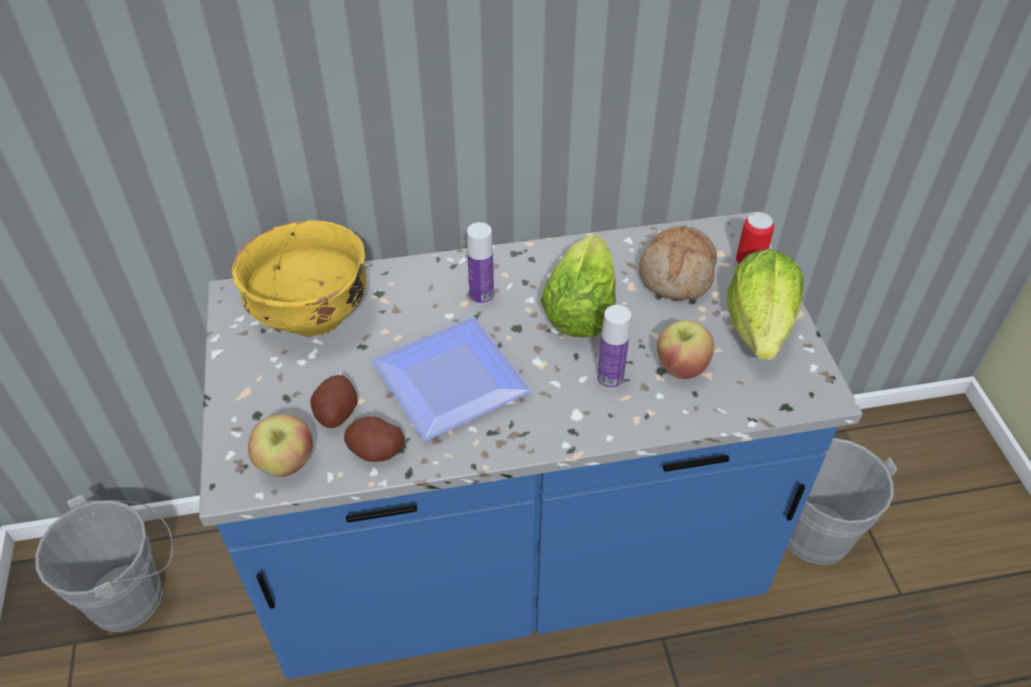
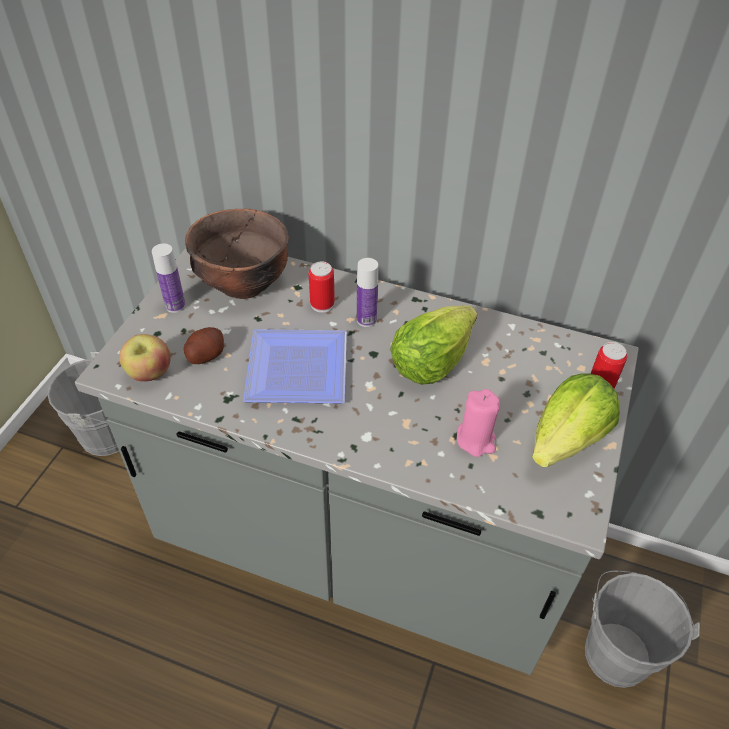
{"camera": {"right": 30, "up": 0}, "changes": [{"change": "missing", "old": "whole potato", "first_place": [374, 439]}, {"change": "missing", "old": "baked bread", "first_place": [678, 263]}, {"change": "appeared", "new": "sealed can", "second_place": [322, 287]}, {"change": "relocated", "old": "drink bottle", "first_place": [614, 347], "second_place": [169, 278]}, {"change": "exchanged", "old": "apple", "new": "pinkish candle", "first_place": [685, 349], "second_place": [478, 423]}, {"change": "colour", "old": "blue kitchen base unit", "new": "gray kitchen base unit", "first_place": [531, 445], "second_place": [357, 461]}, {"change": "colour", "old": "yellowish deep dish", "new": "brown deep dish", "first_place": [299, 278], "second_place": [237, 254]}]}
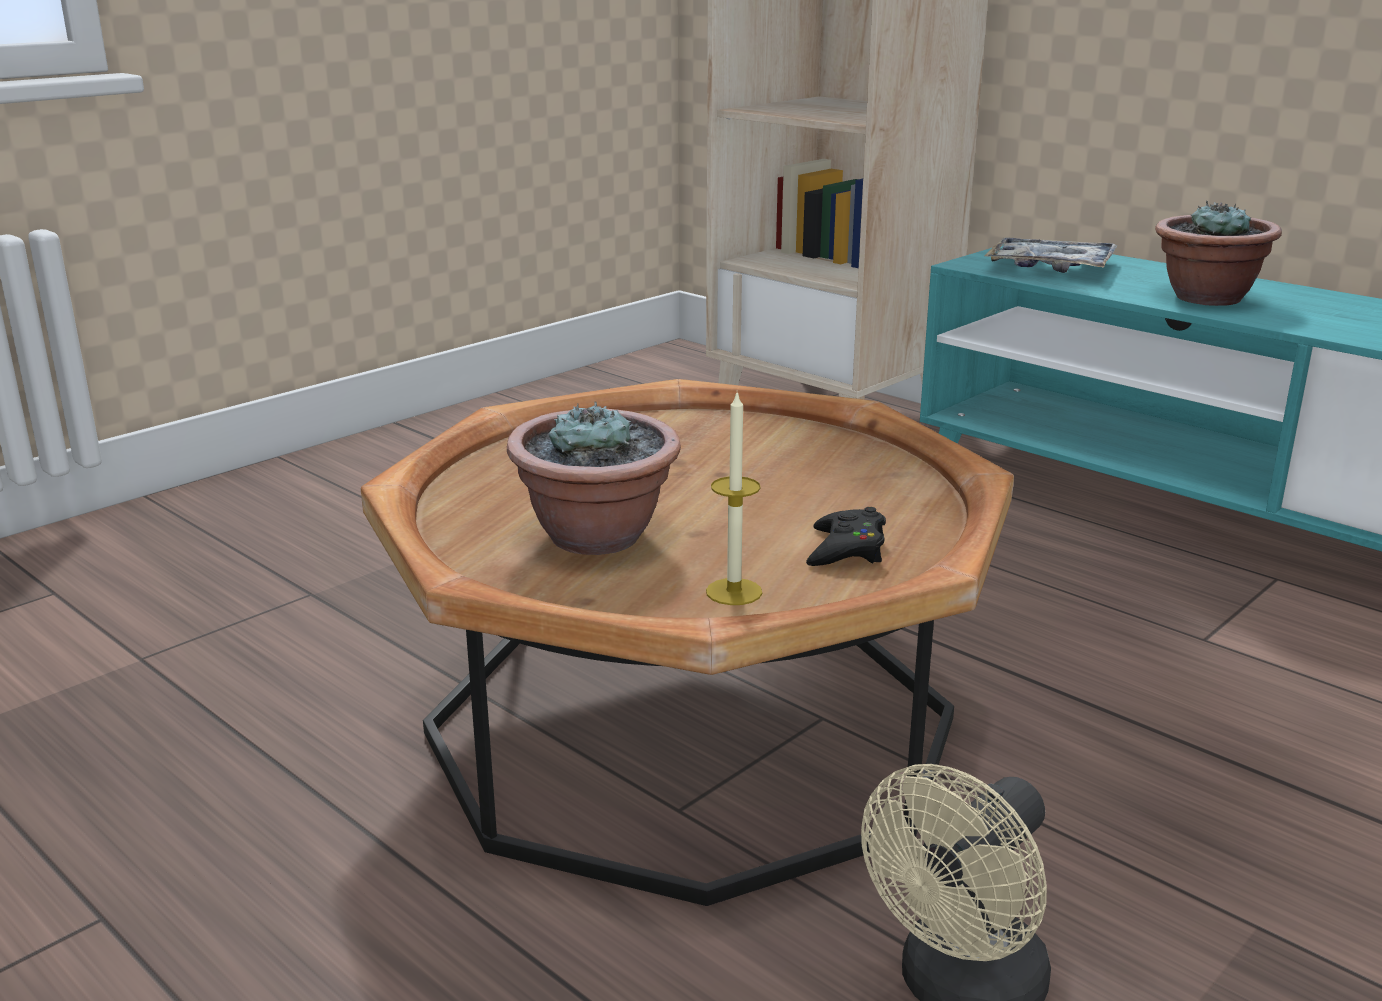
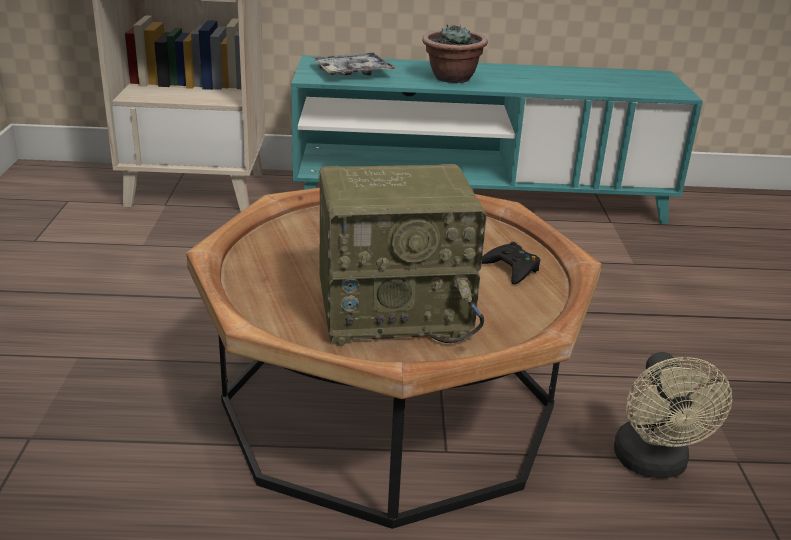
{"camera": {"right": -45, "up": 5}, "changes": [{"change": "missing", "old": "candle", "first_place": [734, 499]}, {"change": "exchanged", "old": "plant in a pot", "new": "radio", "first_place": [594, 478], "second_place": [403, 255]}]}
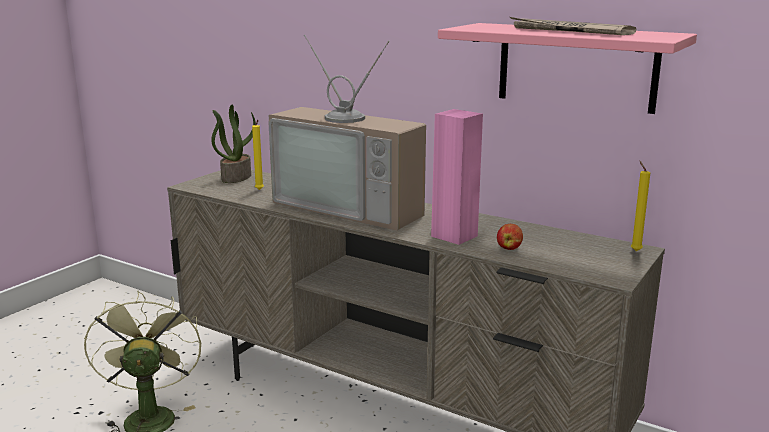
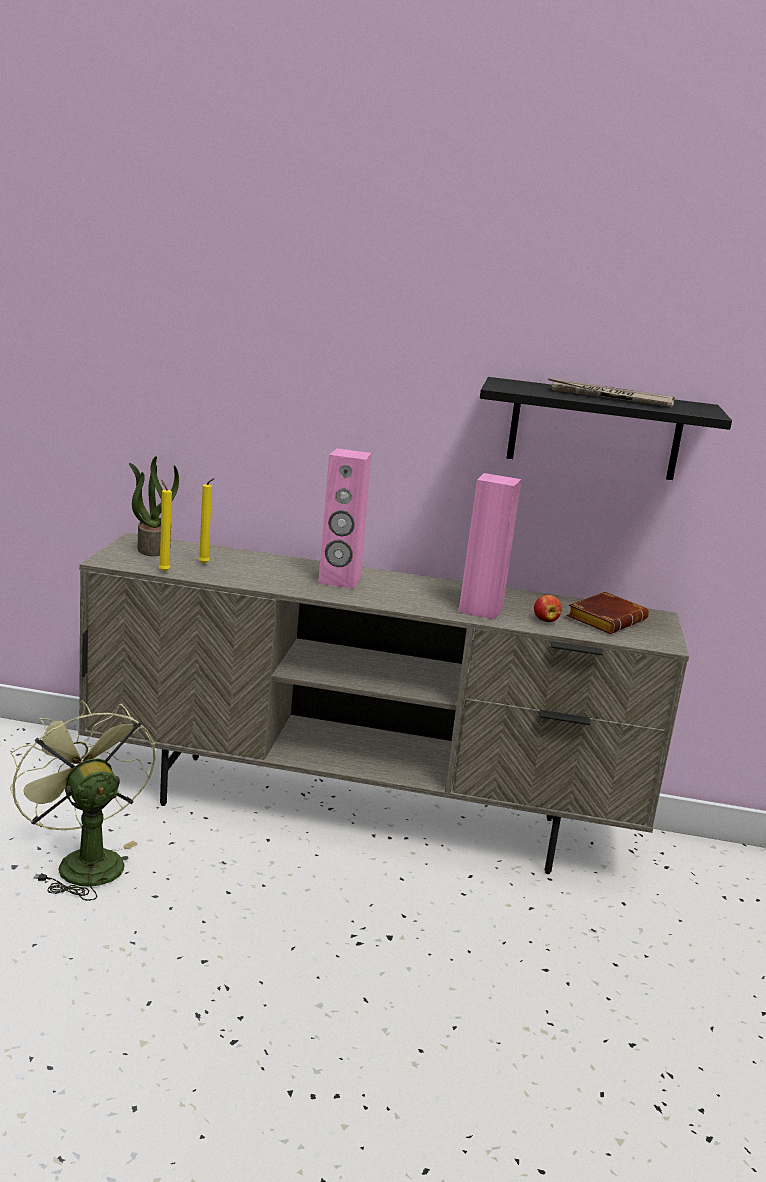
{"camera": {"right": -25, "up": 0}, "changes": [{"change": "appeared", "new": "brown bound book", "second_place": [607, 613]}, {"change": "relocated", "old": "yellowish candle", "first_place": [640, 206], "second_place": [165, 525]}, {"change": "exchanged", "old": "television", "new": "pinkish audio speaker", "first_place": [347, 132], "second_place": [344, 518]}, {"change": "colour", "old": "pinkish bracket shelf", "new": "black-coloured bracket shelf", "first_place": [567, 68], "second_place": [606, 428]}]}
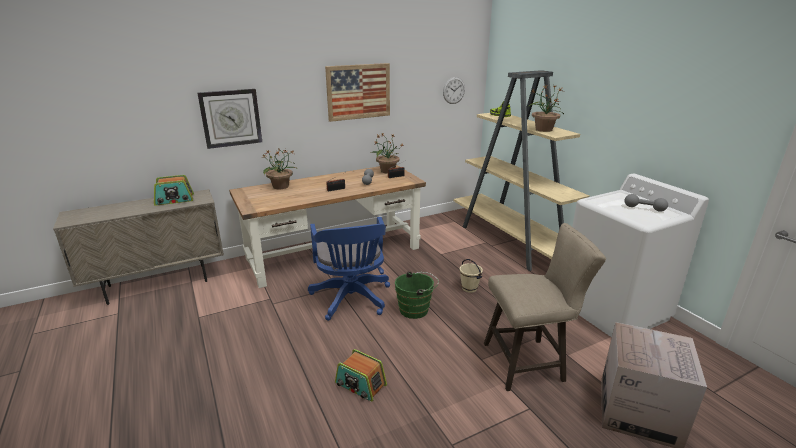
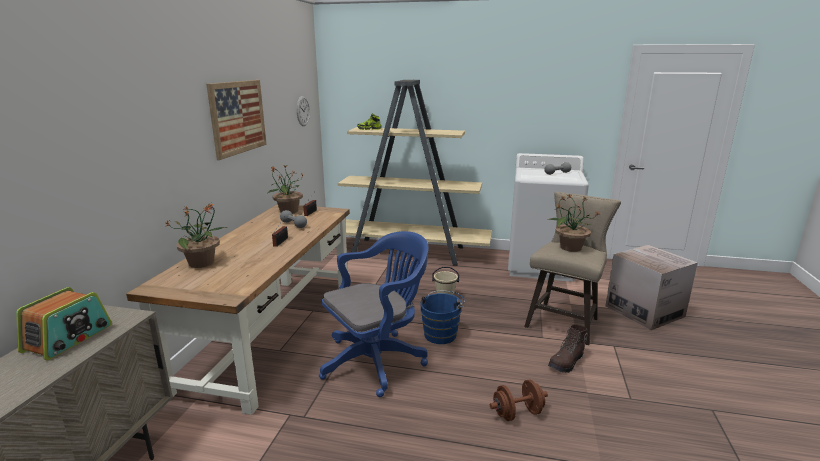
{"camera": {"right": -50, "up": -5}, "changes": [{"change": "missing", "old": "hanging clock", "first_place": [229, 119]}, {"change": "appeared", "new": "brown boot", "second_place": [568, 349]}, {"change": "relocated", "old": "plant in a pot", "first_place": [545, 108], "second_place": [574, 223]}, {"change": "exchanged", "old": "radio", "new": "brown dumbbell", "first_place": [361, 375], "second_place": [519, 400]}, {"change": "colour", "old": "greenish pail", "new": "blue pail", "first_place": [417, 295], "second_place": [442, 317]}, {"change": "spun", "old": "blue computer chair", "first_place": [349, 269], "second_place": [374, 314], "degrees": -60}]}
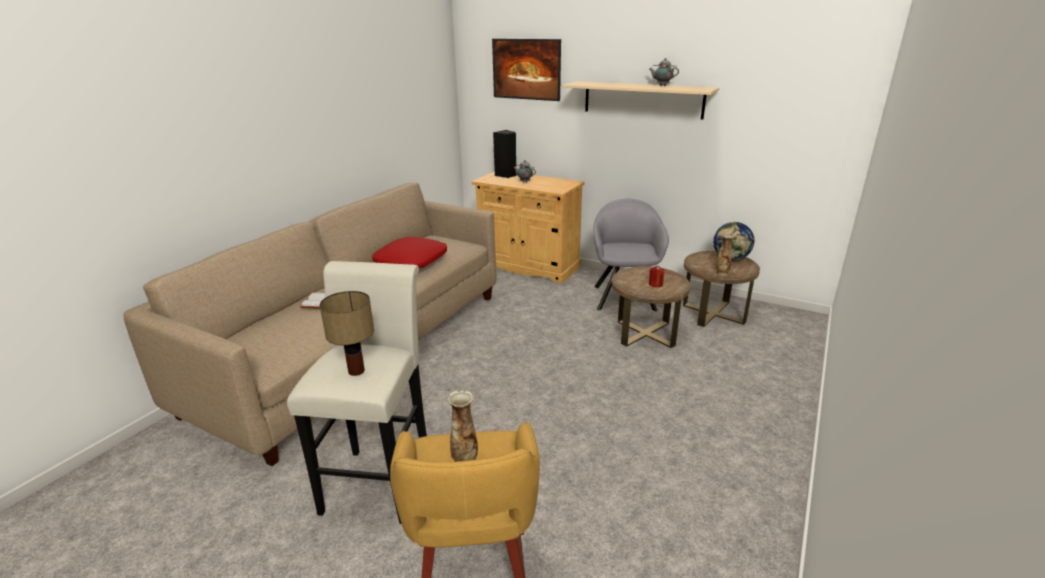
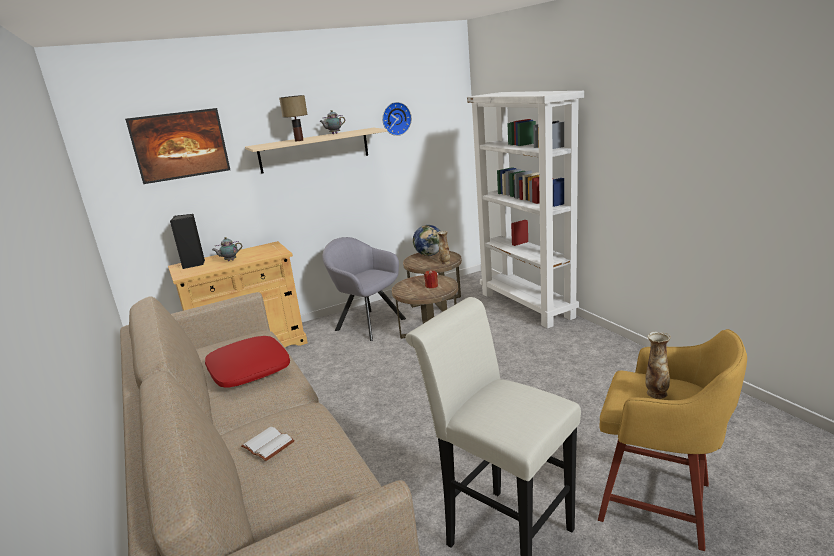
{"camera": {"right": -55, "up": -5}, "changes": [{"change": "appeared", "new": "hanging clock", "second_place": [397, 119]}, {"change": "appeared", "new": "white-coloured bookcase", "second_place": [525, 209]}, {"change": "relocated", "old": "lamp for a table", "first_place": [347, 333], "second_place": [293, 118]}]}
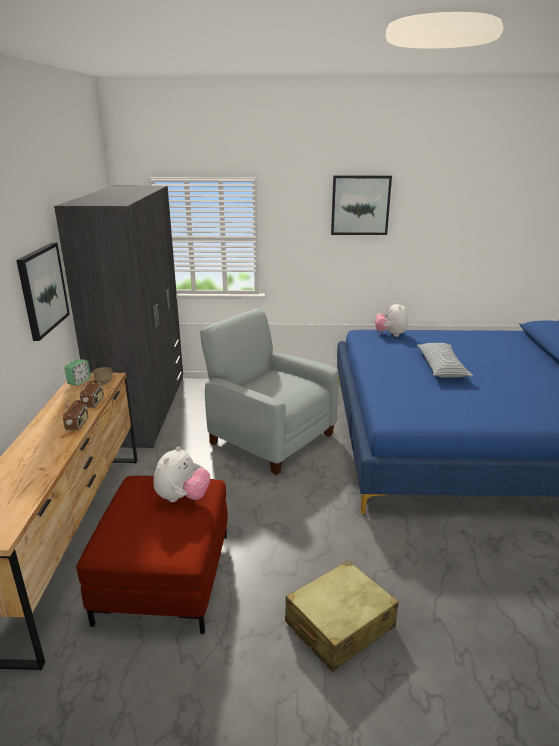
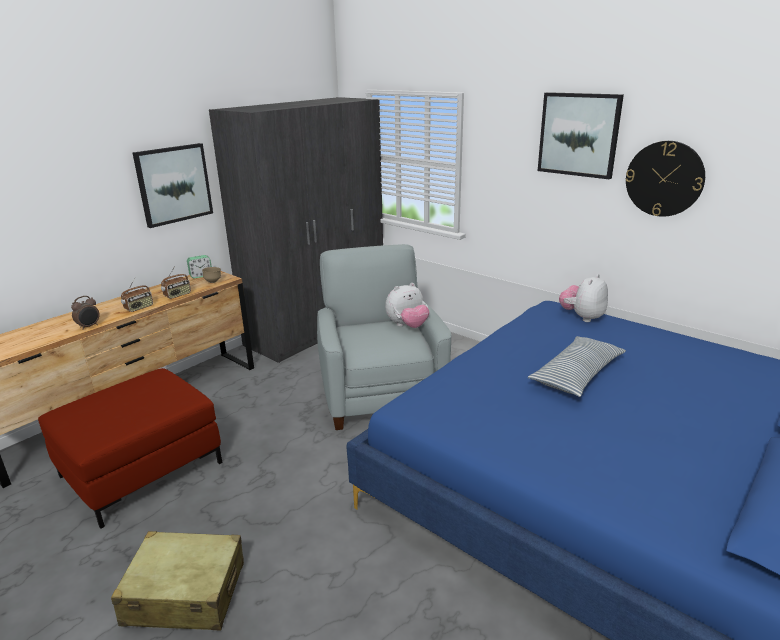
{"camera": {"right": 40, "up": 0}, "changes": [{"change": "appeared", "new": "alarm clock", "second_place": [85, 313]}, {"change": "appeared", "new": "hanging clock", "second_place": [665, 179]}, {"change": "relocated", "old": "cuddly toy", "first_place": [181, 474], "second_place": [407, 305]}]}
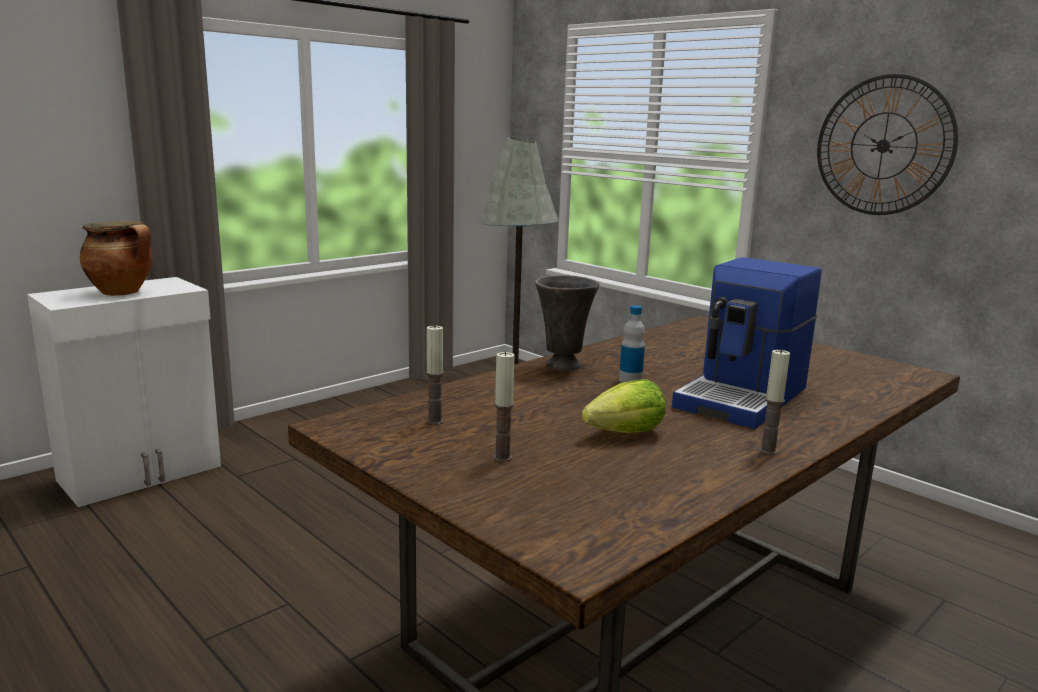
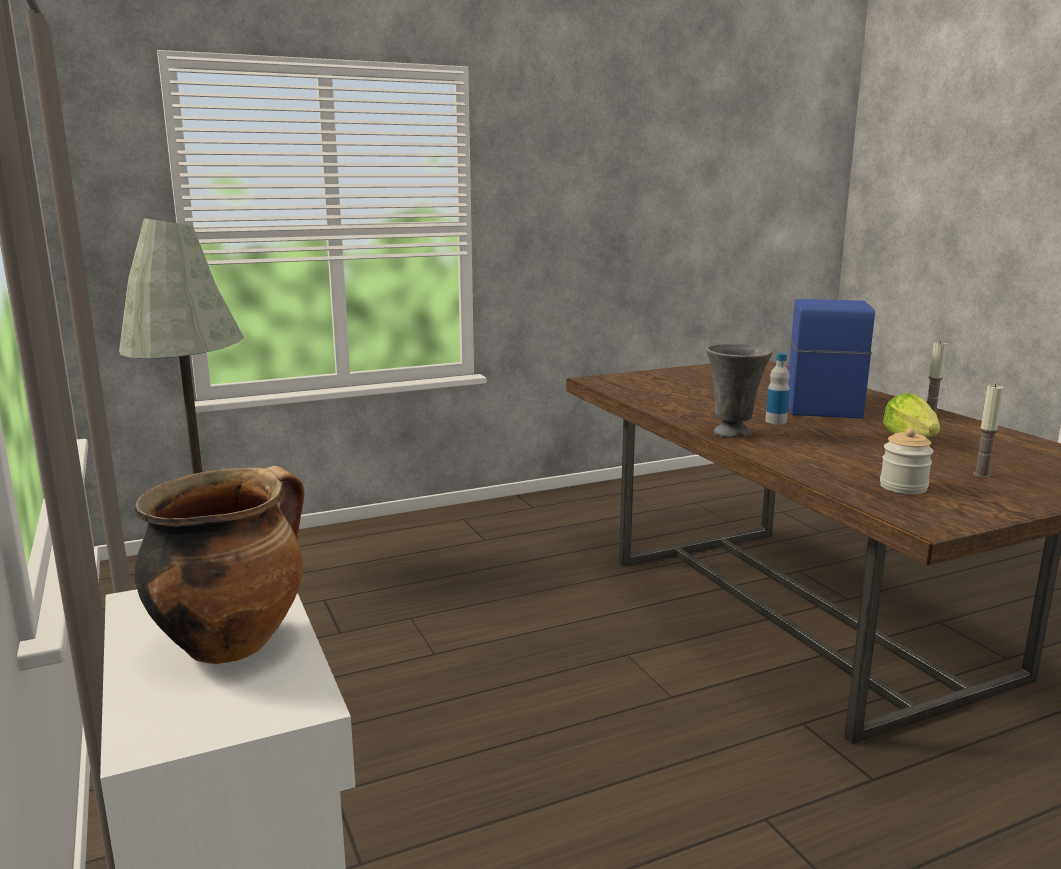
{"camera": {"right": -70, "up": 0}, "changes": [{"change": "missing", "old": "hanging clock", "first_place": [887, 144]}, {"change": "exchanged", "old": "candle", "new": "storage jar", "first_place": [435, 375], "second_place": [906, 461]}, {"change": "spun", "old": "coffee machine", "first_place": [747, 343], "second_place": [831, 359], "degrees": -135}]}
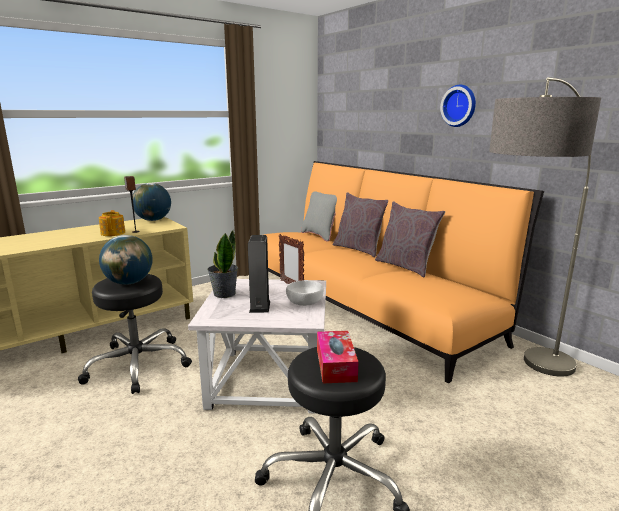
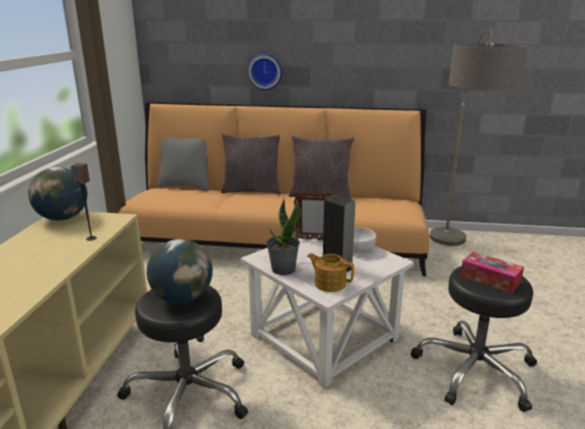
{"camera": {"right": -45, "up": 5}, "changes": [{"change": "relocated", "old": "teapot", "first_place": [112, 223], "second_place": [330, 272]}, {"change": "relocated", "old": "hanging clock", "first_place": [458, 106], "second_place": [265, 72]}]}
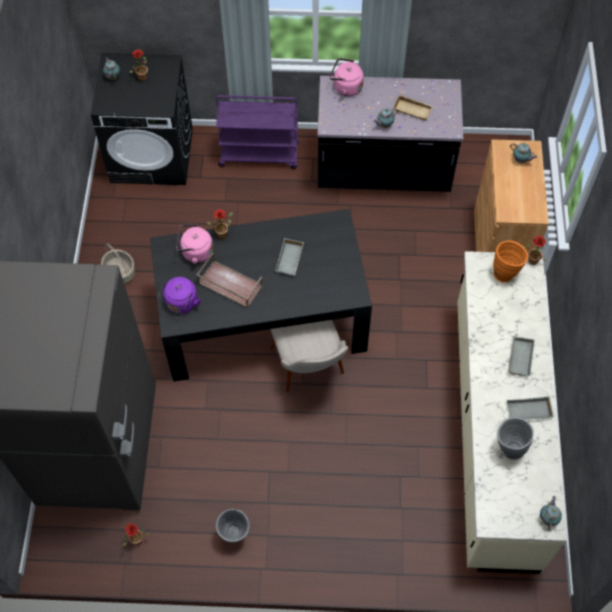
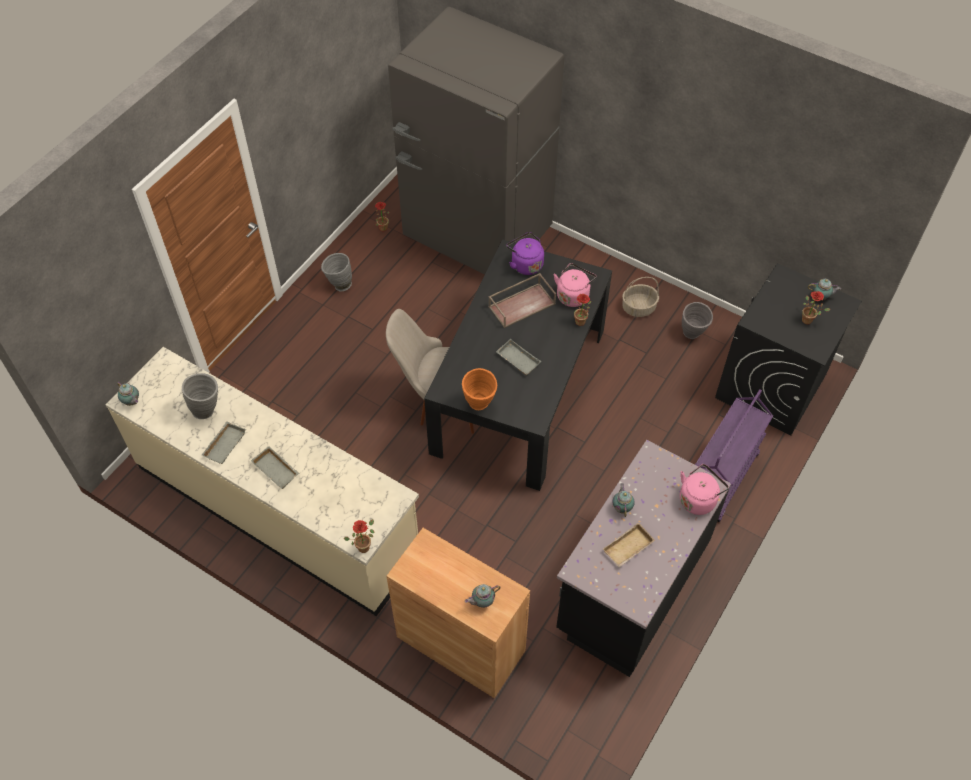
{"camera": {"right": 120, "up": -5}, "changes": [{"change": "appeared", "new": "gray vase", "second_place": [697, 320]}, {"change": "relocated", "old": "orange vase", "first_place": [510, 261], "second_place": [479, 389]}]}
